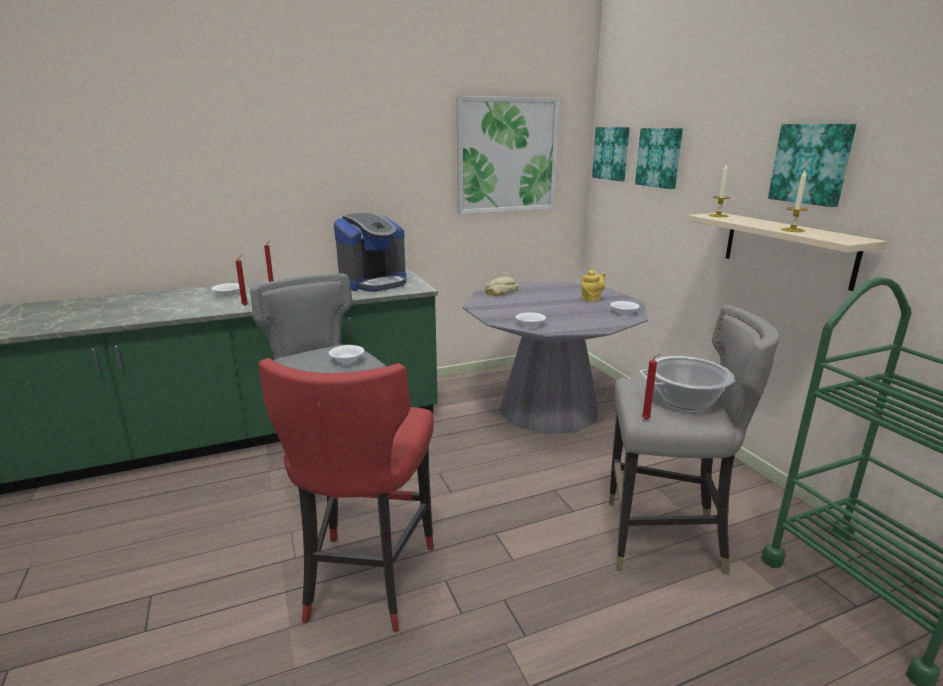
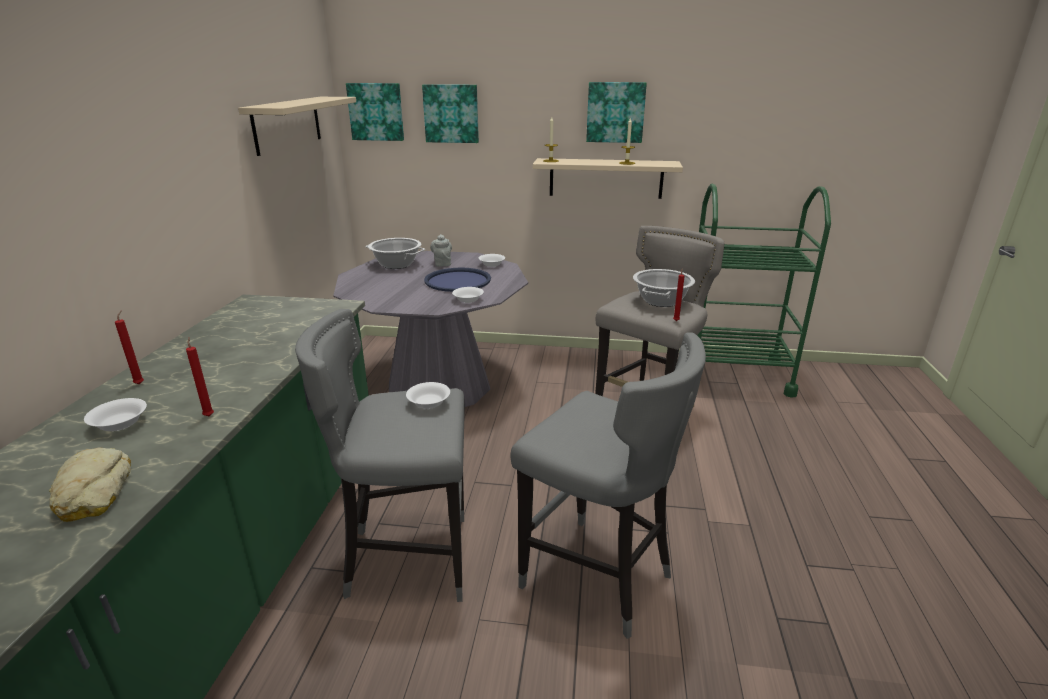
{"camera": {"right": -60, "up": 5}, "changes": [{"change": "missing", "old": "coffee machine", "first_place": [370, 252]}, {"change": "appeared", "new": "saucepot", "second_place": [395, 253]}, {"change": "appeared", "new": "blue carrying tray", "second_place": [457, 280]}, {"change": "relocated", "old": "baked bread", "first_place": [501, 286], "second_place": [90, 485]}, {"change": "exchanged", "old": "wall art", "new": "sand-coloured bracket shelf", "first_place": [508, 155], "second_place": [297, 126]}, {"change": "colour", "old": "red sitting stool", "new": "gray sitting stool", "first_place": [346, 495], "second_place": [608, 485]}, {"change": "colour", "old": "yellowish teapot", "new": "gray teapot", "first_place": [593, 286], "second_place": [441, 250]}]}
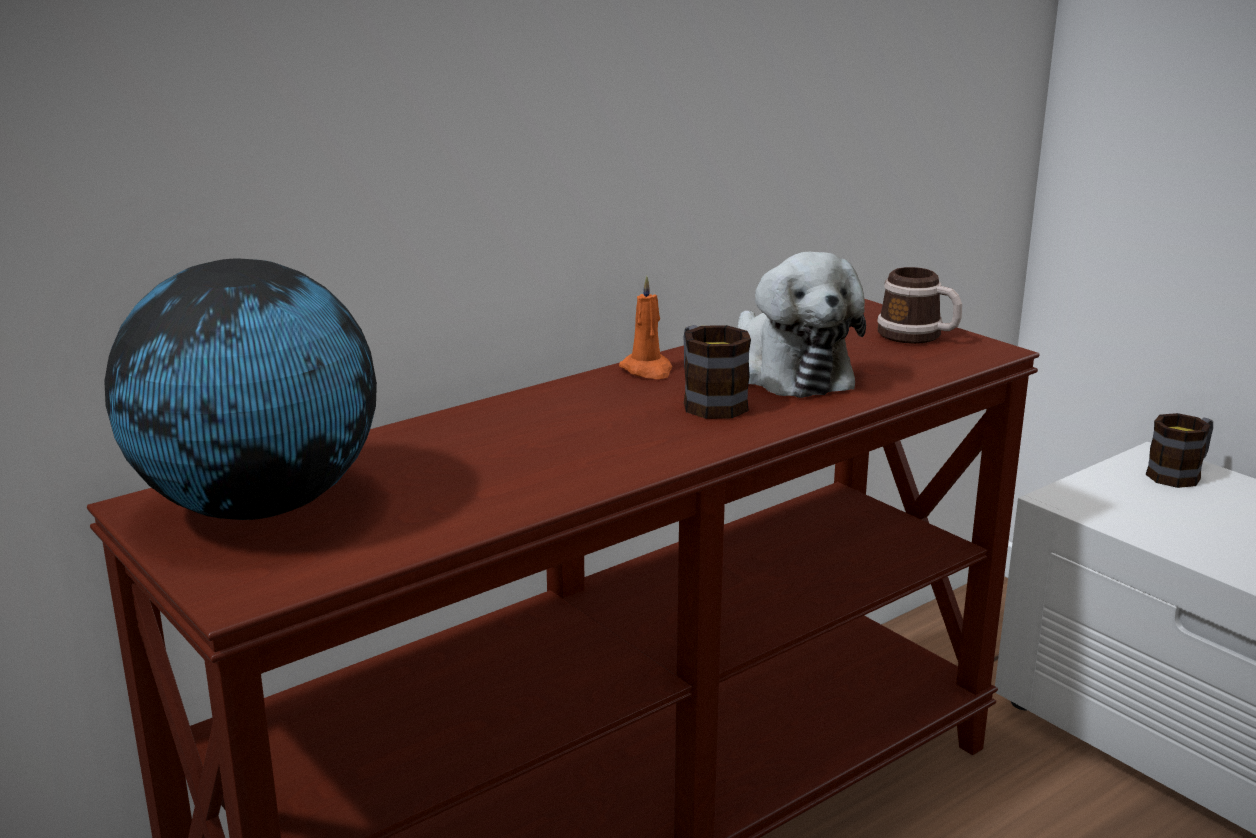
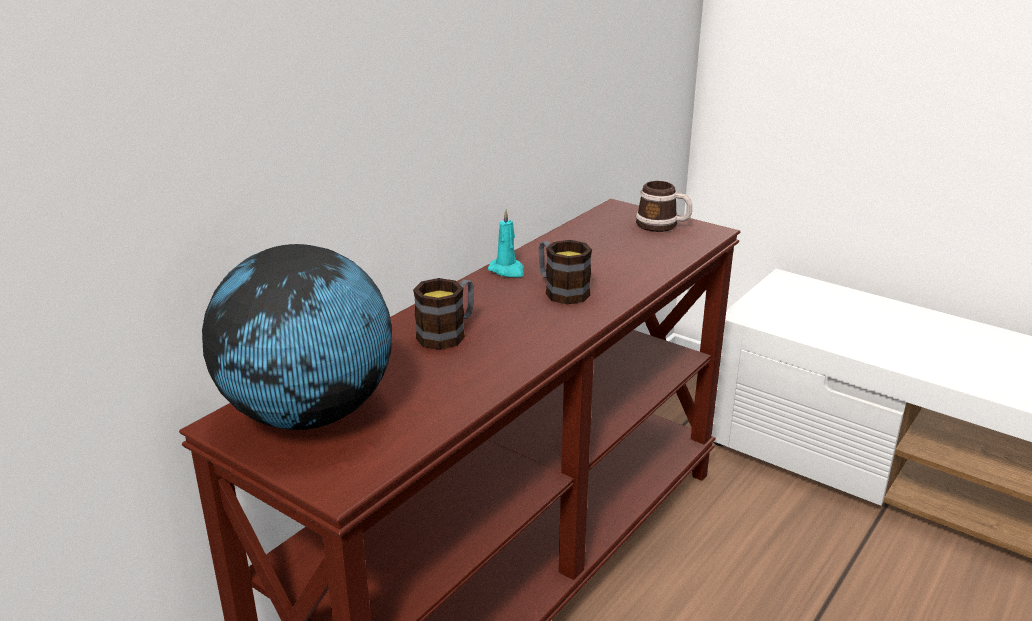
{"camera": {"right": -15, "up": 5}, "changes": [{"change": "missing", "old": "cuddly toy", "first_place": [801, 325]}, {"change": "relocated", "old": "mug", "first_place": [1179, 450], "second_place": [443, 314]}, {"change": "colour", "old": "orange candle", "new": "turquoise candle", "first_place": [645, 327], "second_place": [506, 243]}]}
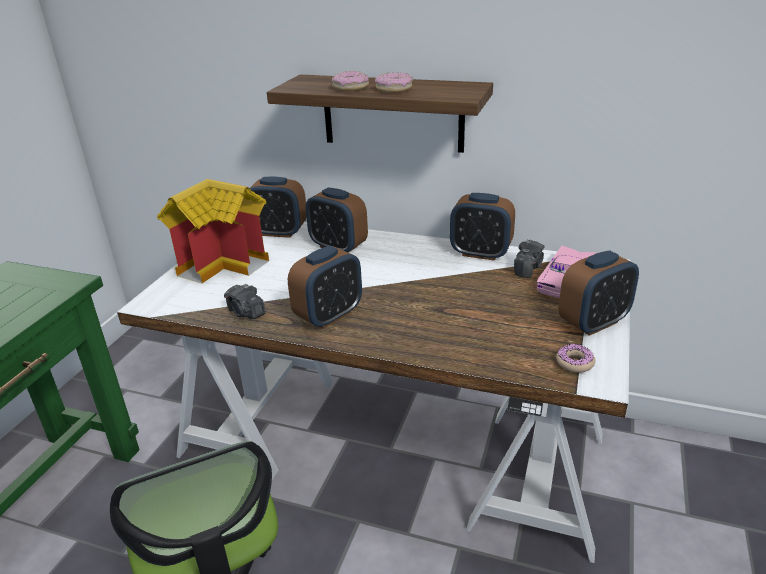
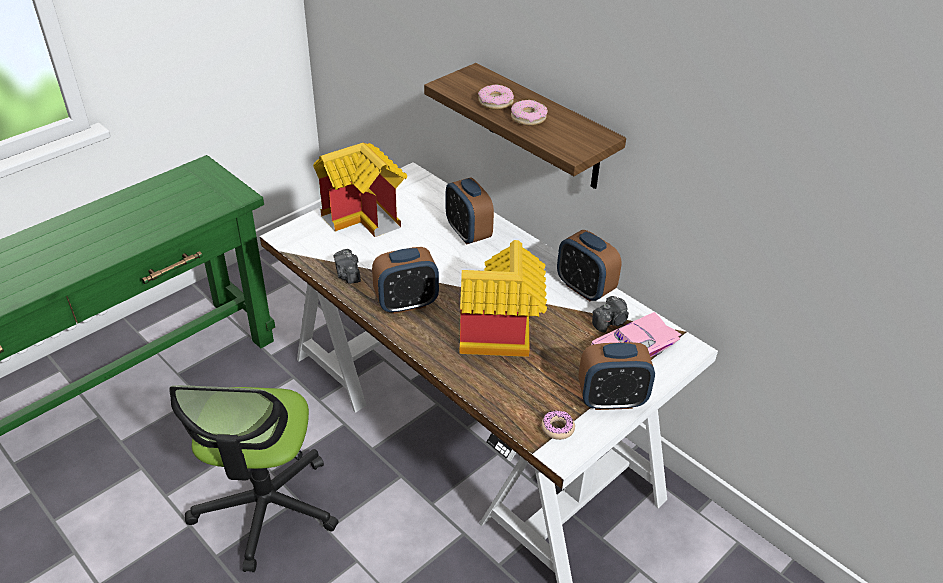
{"camera": {"right": 25, "up": 10}, "changes": [{"change": "missing", "old": "alarm clock", "first_place": [278, 207]}, {"change": "appeared", "new": "model house", "second_place": [503, 298]}]}
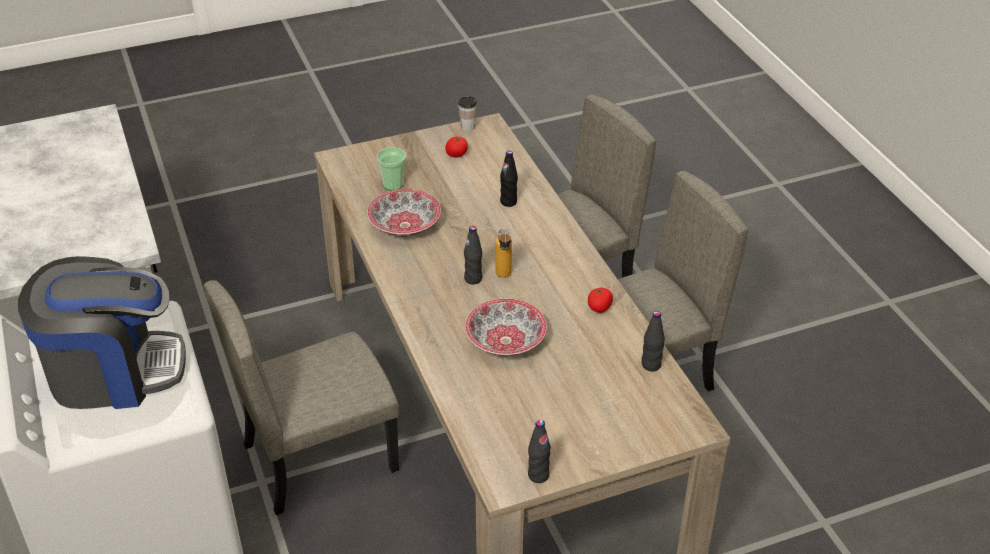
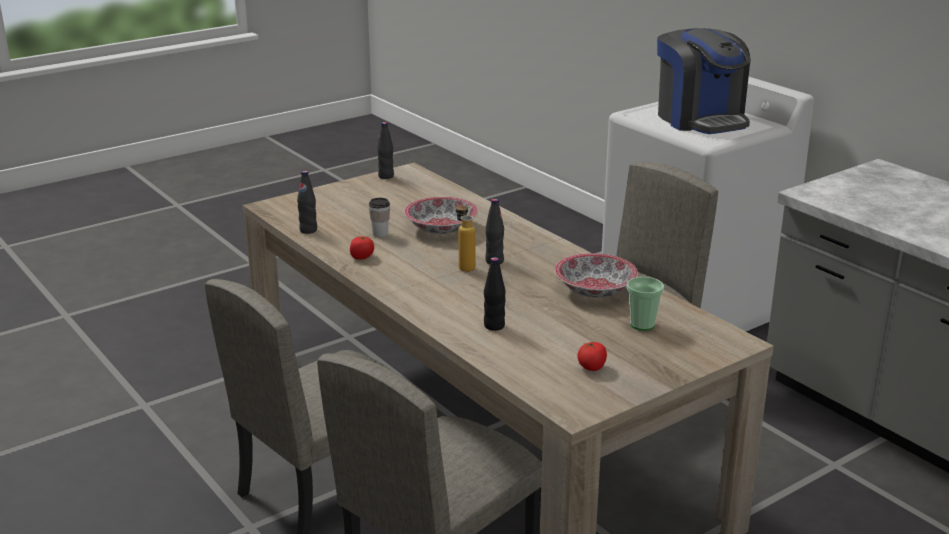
{"camera": {"right": 165, "up": -15}, "changes": [{"change": "relocated", "old": "small cup", "first_place": [467, 113], "second_place": [379, 217]}, {"change": "spun", "old": "coffee machine", "first_place": [102, 332], "second_place": [704, 81], "degrees": -90}]}
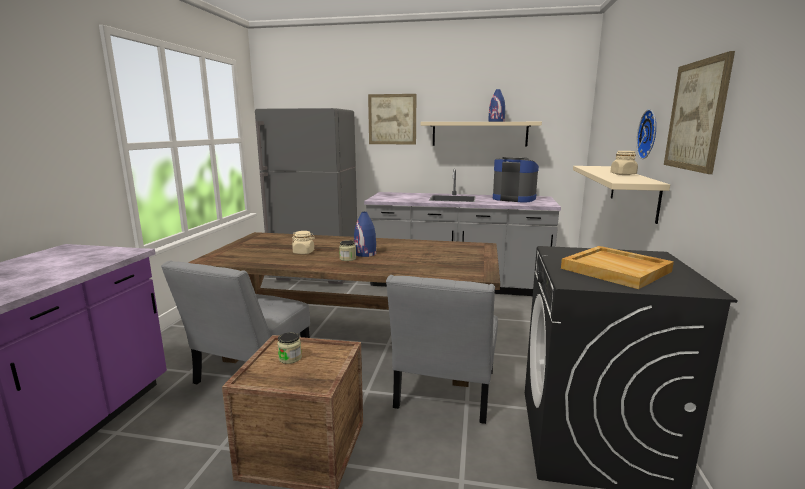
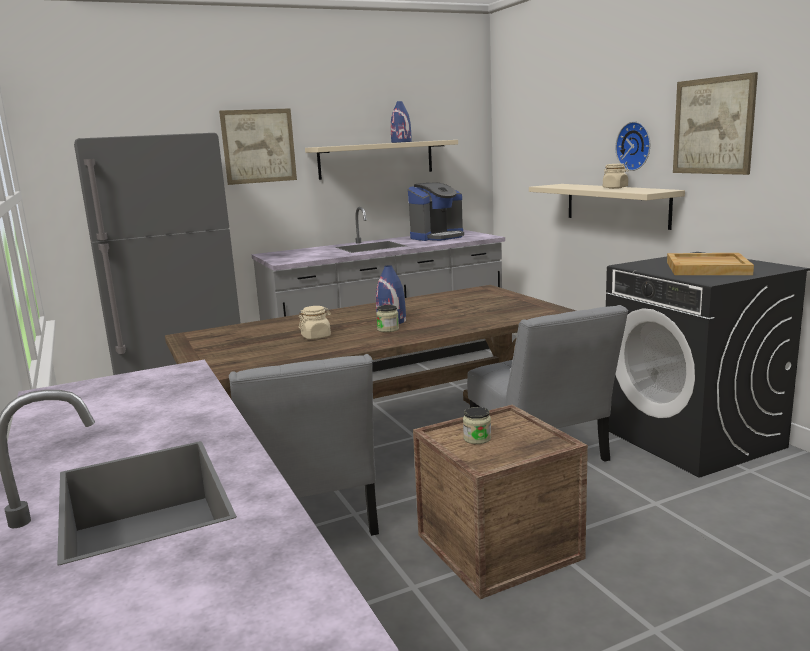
{"camera": {"right": -35, "up": 0}, "changes": [{"change": "spun", "old": "coffee machine", "first_place": [516, 179], "second_place": [436, 212], "degrees": 150}]}
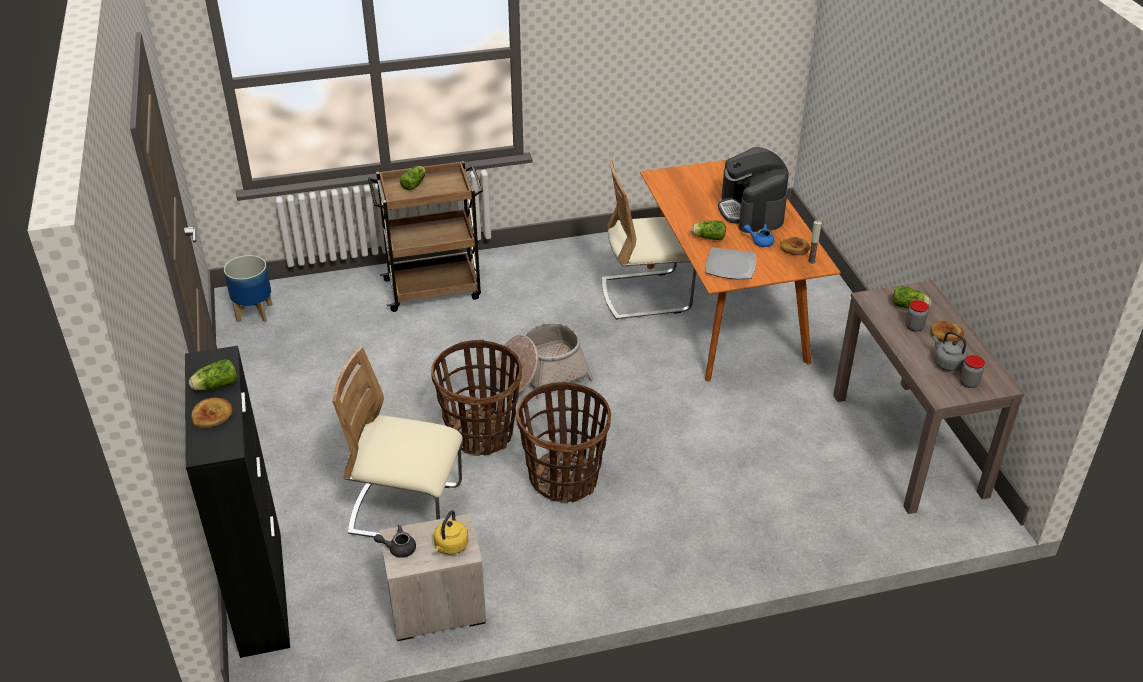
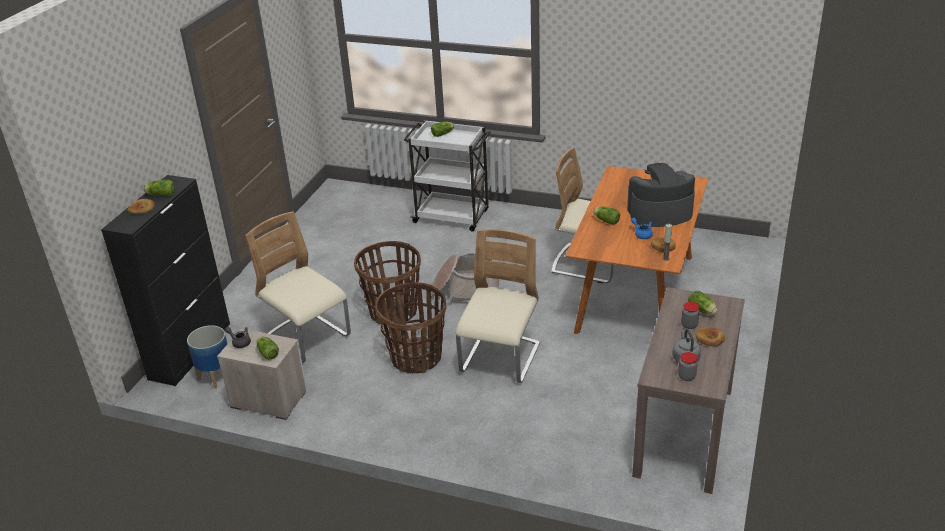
{"camera": {"right": 35, "up": -5}, "changes": [{"change": "missing", "old": "flat dish", "first_place": [731, 263]}, {"change": "appeared", "new": "sand-coloured plain chair", "second_place": [498, 306]}, {"change": "relocated", "old": "flower pot", "first_place": [248, 288], "second_place": [207, 357]}, {"change": "exchanged", "old": "yellowish tea kettle", "new": "lettuce head", "first_place": [451, 532], "second_place": [268, 348]}, {"change": "colour", "old": "brown wheeled cart", "new": "white-coloured wheeled cart", "first_place": [425, 236], "second_place": [447, 175]}, {"change": "spun", "old": "coffee machine", "first_place": [753, 190], "second_place": [661, 195], "degrees": 60}]}
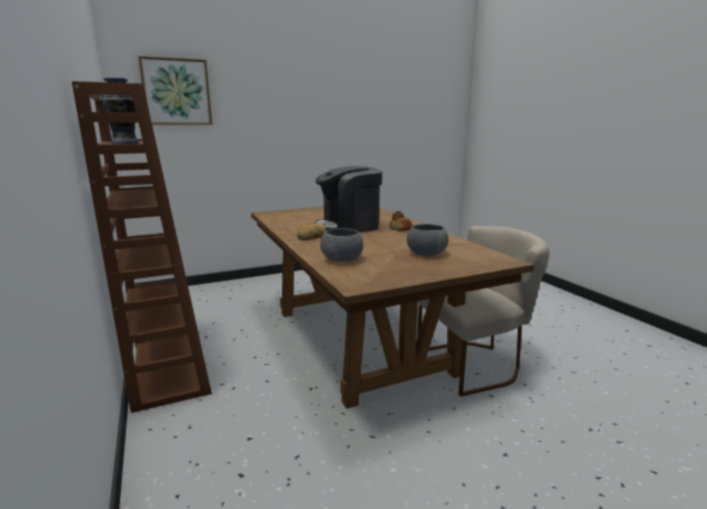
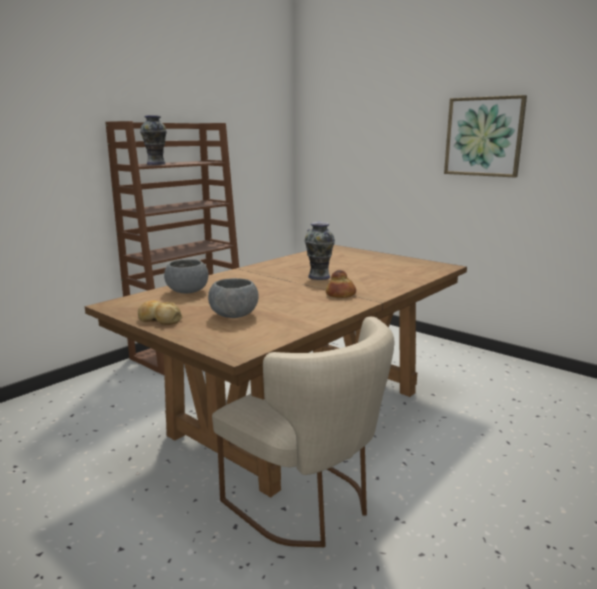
{"camera": {"right": 65, "up": 0}, "changes": [{"change": "relocated", "old": "wall art", "first_place": [175, 90], "second_place": [485, 136]}, {"change": "relocated", "old": "baked bread", "first_place": [312, 232], "second_place": [160, 312]}, {"change": "exchanged", "old": "coffee machine", "new": "vase", "first_place": [348, 199], "second_place": [319, 251]}]}
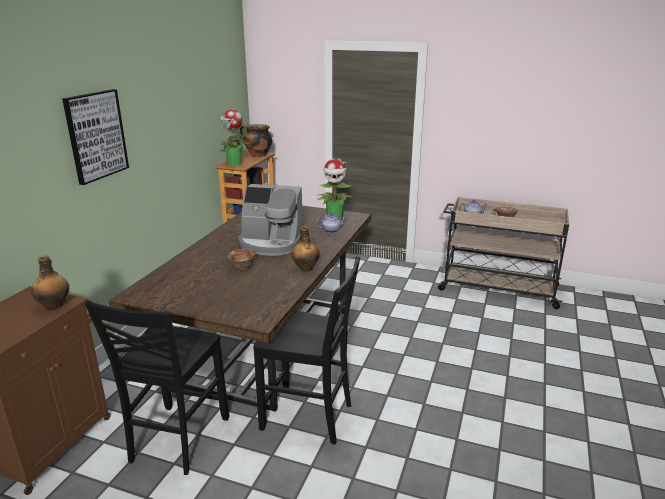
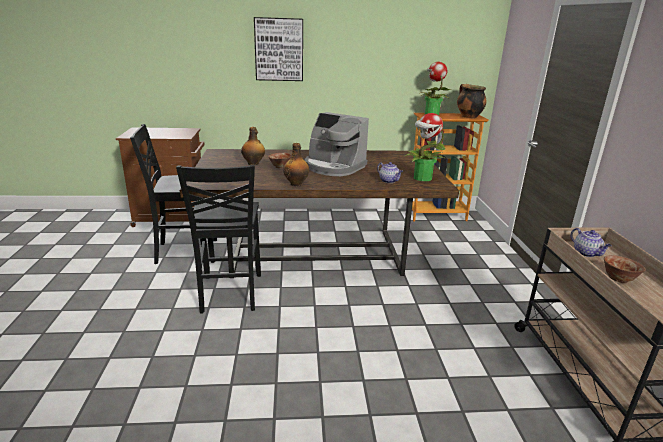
{"camera": {"right": 65, "up": 0}, "changes": [{"change": "relocated", "old": "drink bottle", "first_place": [50, 283], "second_place": [253, 146]}, {"change": "spun", "old": "coffee machine", "first_place": [271, 220], "second_place": [337, 144], "degrees": -45}]}
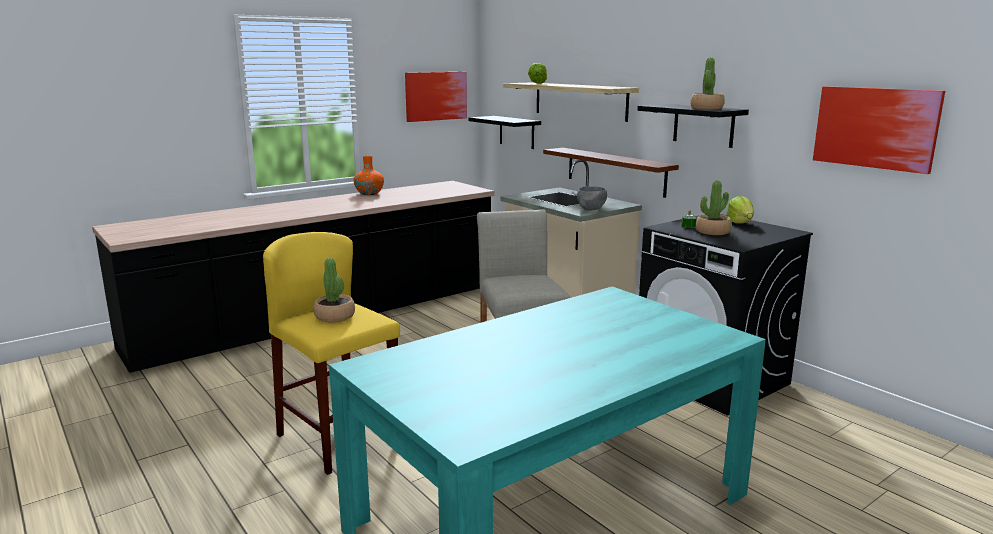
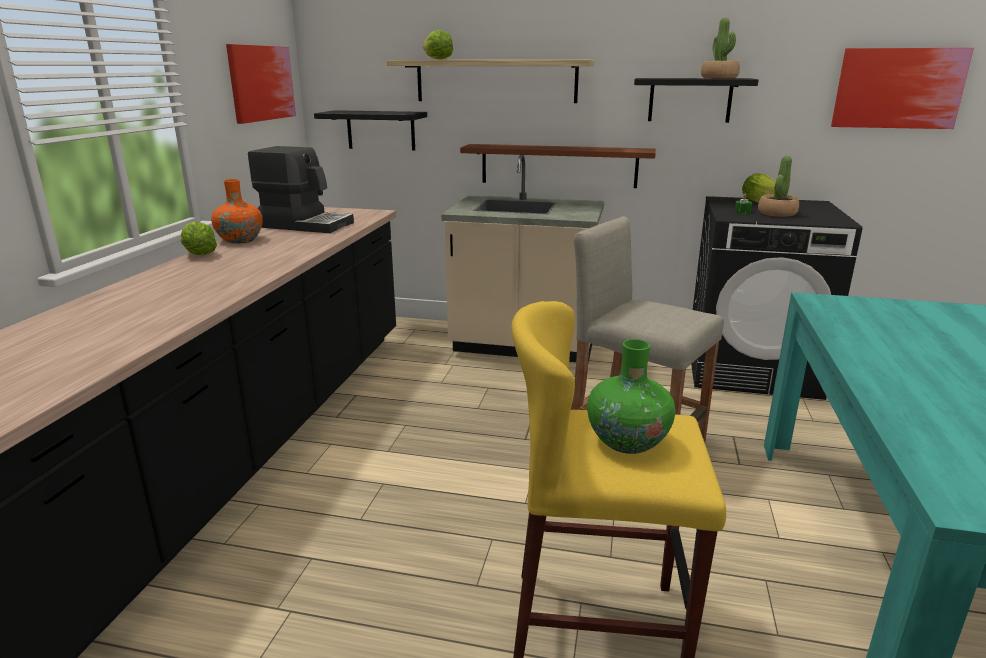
{"camera": {"right": -40, "up": 5}, "changes": [{"change": "missing", "old": "gray deep dish", "first_place": [592, 198]}, {"change": "appeared", "new": "lettuce head", "second_place": [199, 238]}, {"change": "appeared", "new": "coffee machine", "second_place": [301, 189]}, {"change": "exchanged", "old": "plant in a pot", "new": "greenish vase", "first_place": [334, 290], "second_place": [631, 396]}]}
